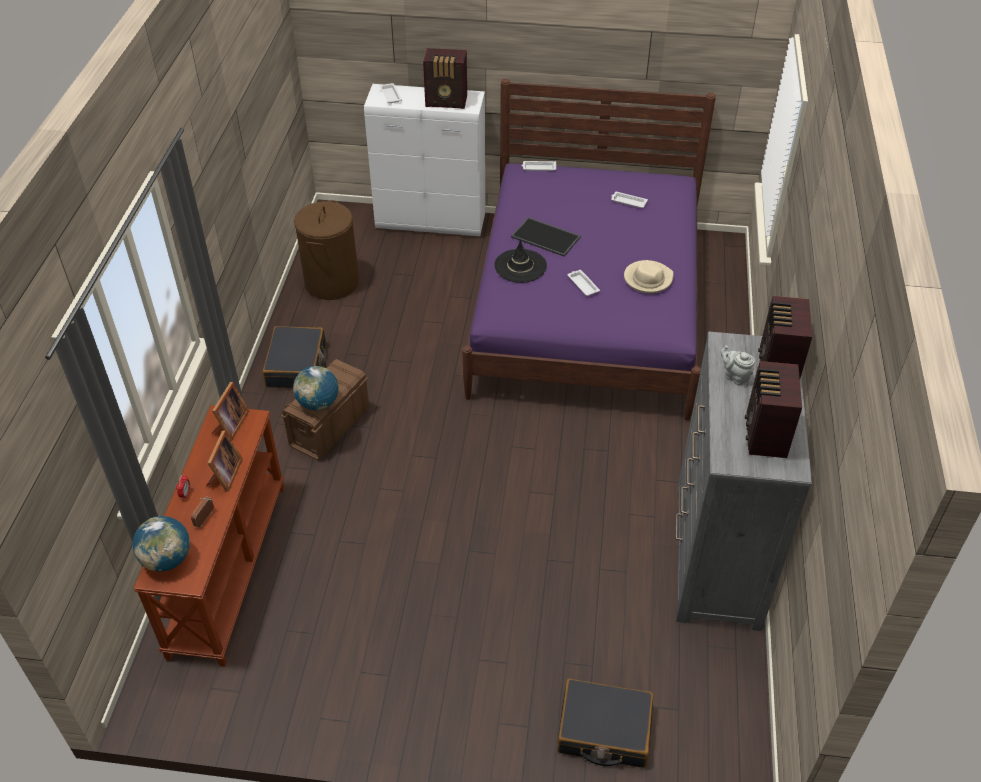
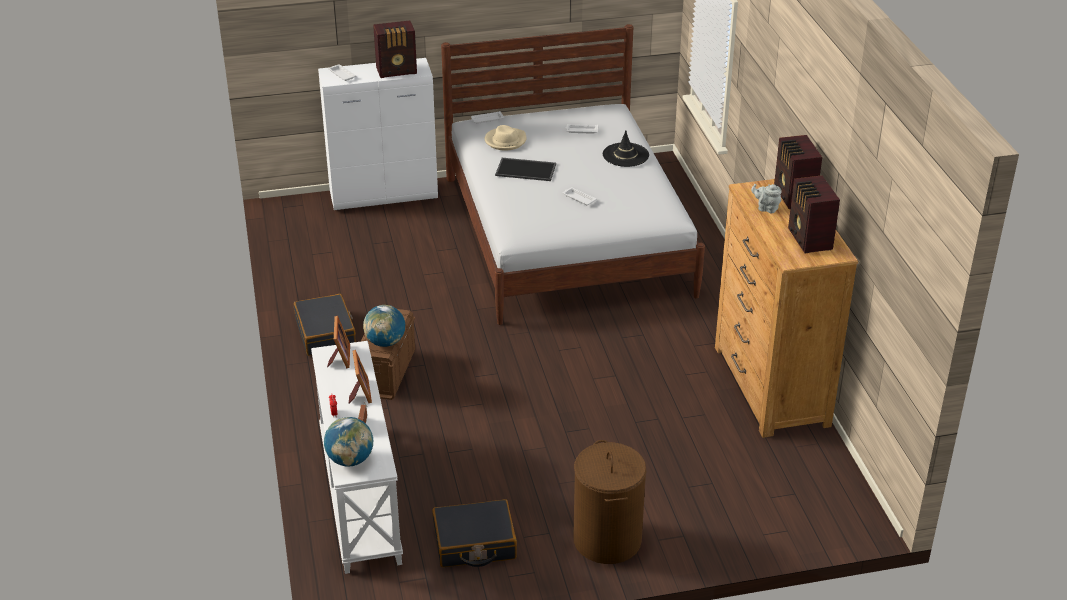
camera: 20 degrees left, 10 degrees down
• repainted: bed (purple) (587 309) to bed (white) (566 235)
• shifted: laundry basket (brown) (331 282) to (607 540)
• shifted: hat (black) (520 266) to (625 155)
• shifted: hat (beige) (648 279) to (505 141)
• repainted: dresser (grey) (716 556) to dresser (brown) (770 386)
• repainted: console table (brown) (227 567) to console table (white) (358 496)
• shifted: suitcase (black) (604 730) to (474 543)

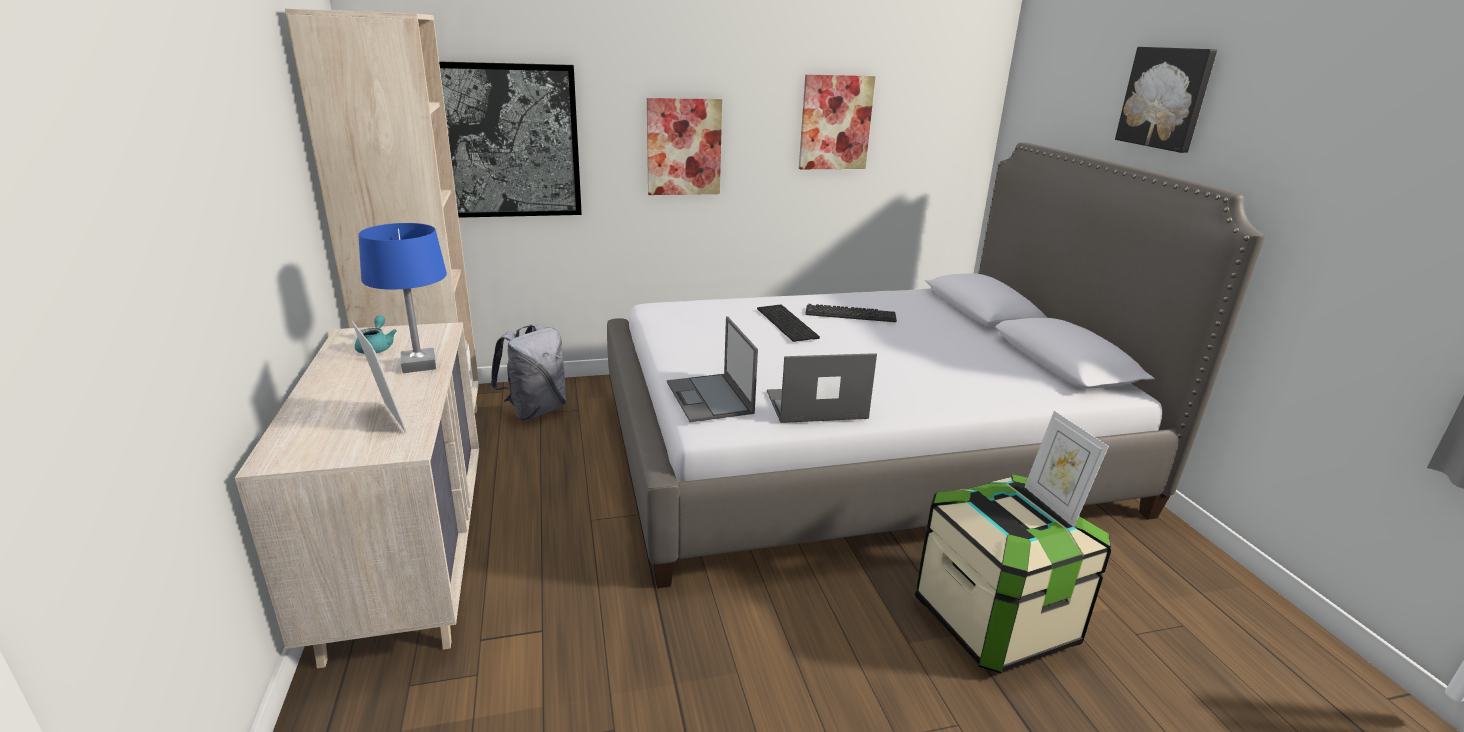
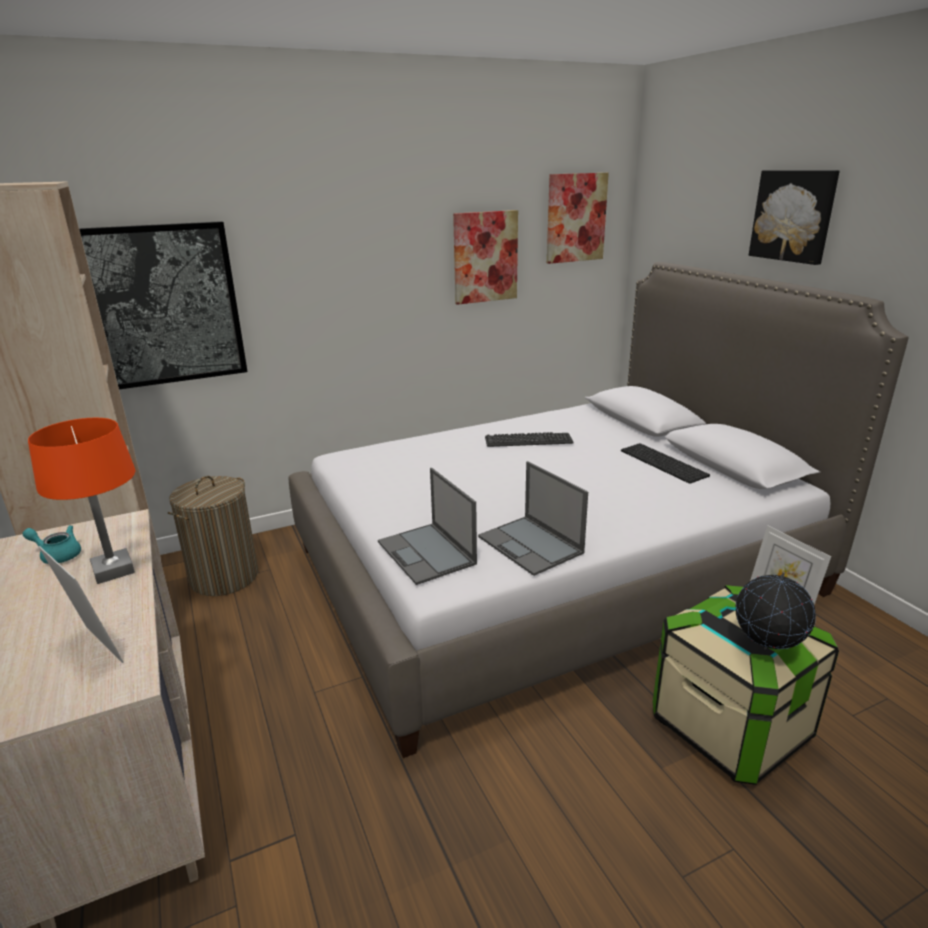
camera: 10 degrees left, 0 degrees up
• shifted: picture (684 147) to (576 218)
• repainted: table lamp (blue) (418 365) to table lamp (orange) (113 571)
• shifted: keyboard (788 323) to (665 463)
• rotated: teapot (turquoise) (376 347) = (57 555) 60 degrees counterclockwise
• swapped: backpack (grey) (535 410) to laundry basket (224 577)
• rotated: laptop (815 405) = (531 545) 105 degrees counterclockwise
• new: globe (766 648)

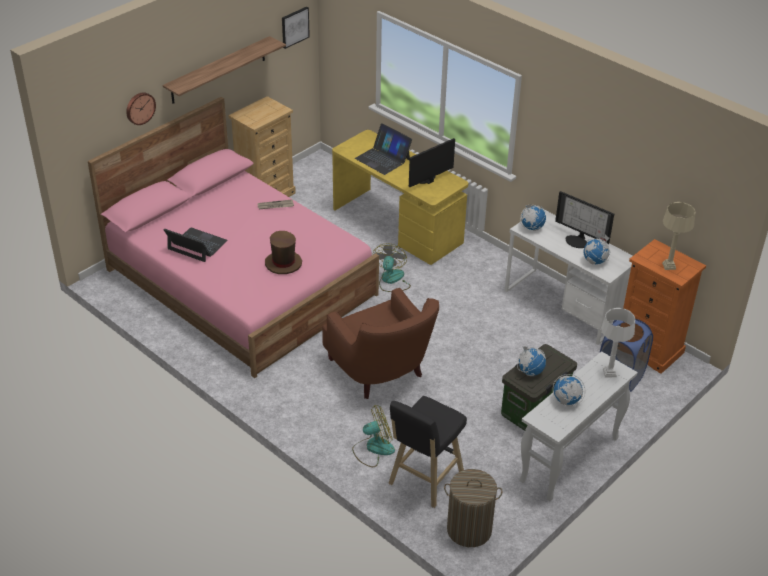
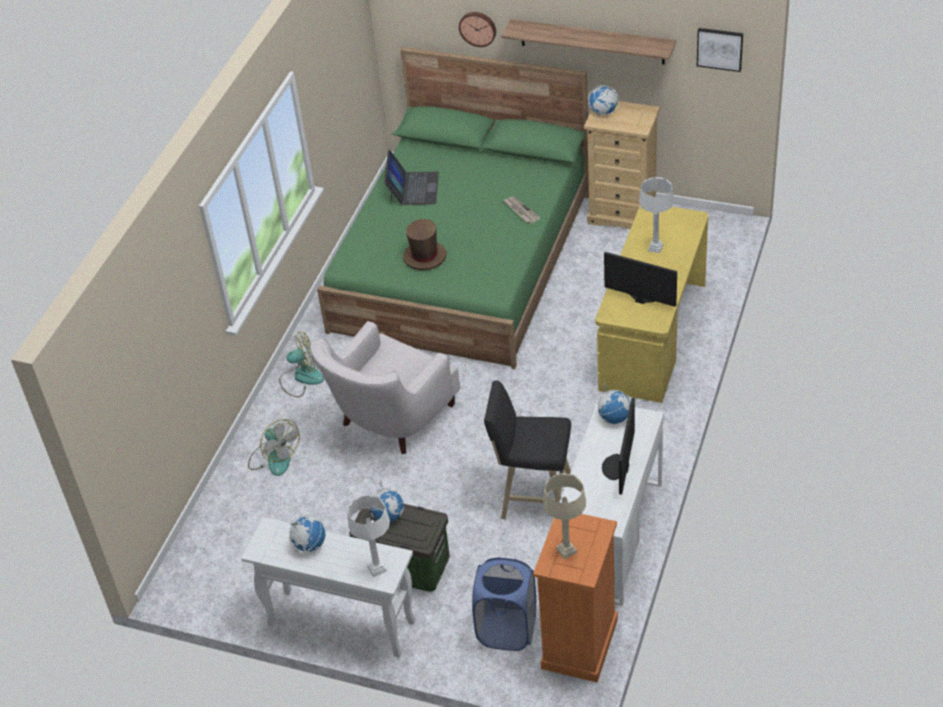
camera: 70 degrees right, 5 degrees up
• repainted: bed (pink) (241 281) to bed (green) (463 261)
• swapped: laptop (383 159) to table lamp (grey) (655 247)
• shifted: globe (595 261) to (603 112)
• shifted: fan (391 280) to (301 378)
• repainted: armchair (brown) (380 371) to armchair (white) (391 419)
• shifted: stool (black) (424 480) to (533 497)
• gone: laundry basket (469 530)

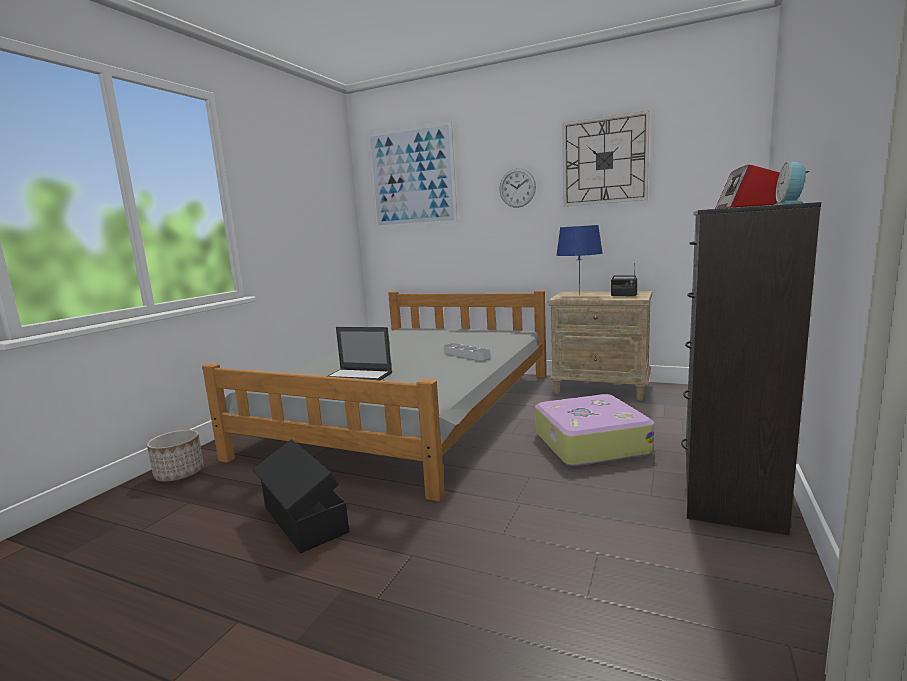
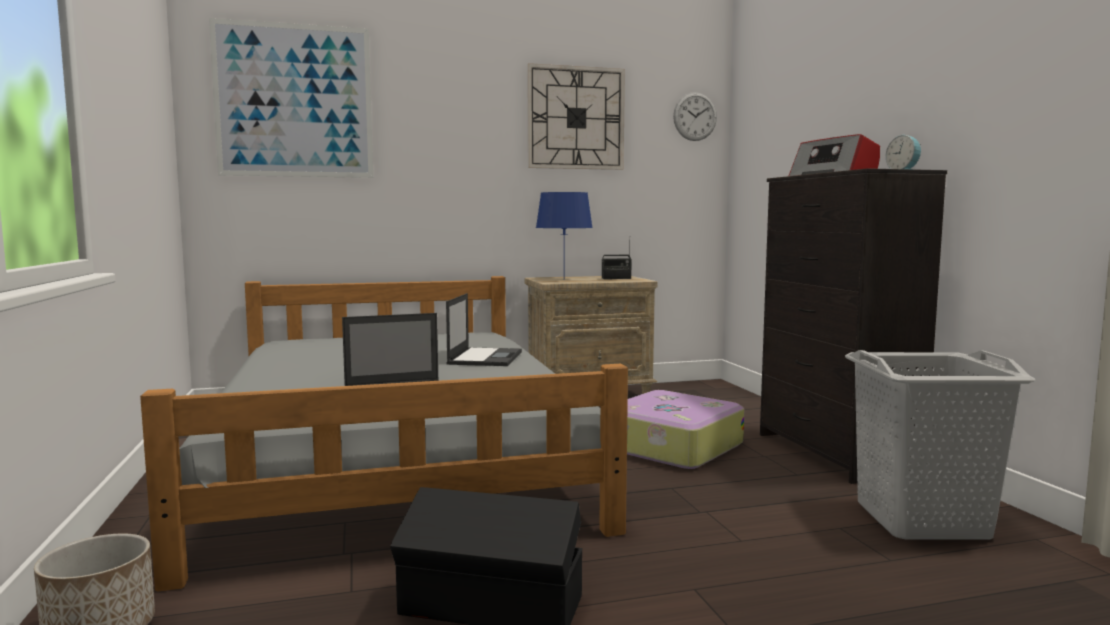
camera: 40 degrees left, 5 degrees down
• shifted: wall clock (517 188) to (695 116)
• swapped: tray (grey) (466 354) to laptop (485 357)
• new: laundry basket (grey) (923 521)

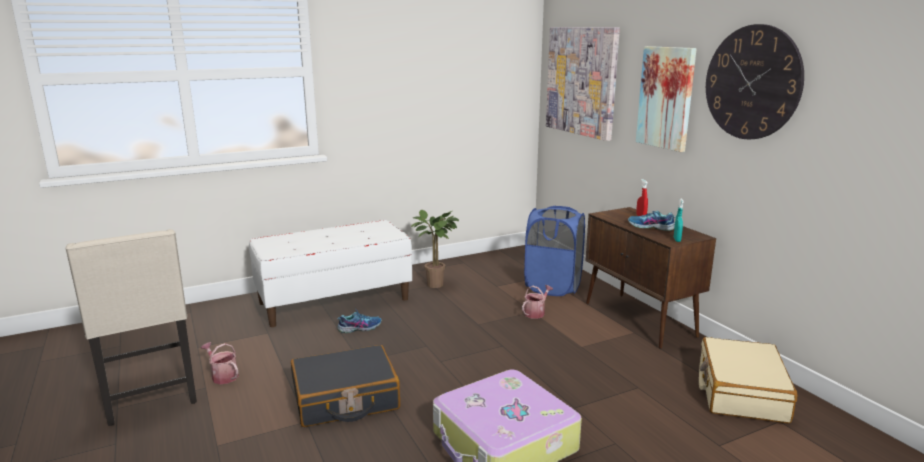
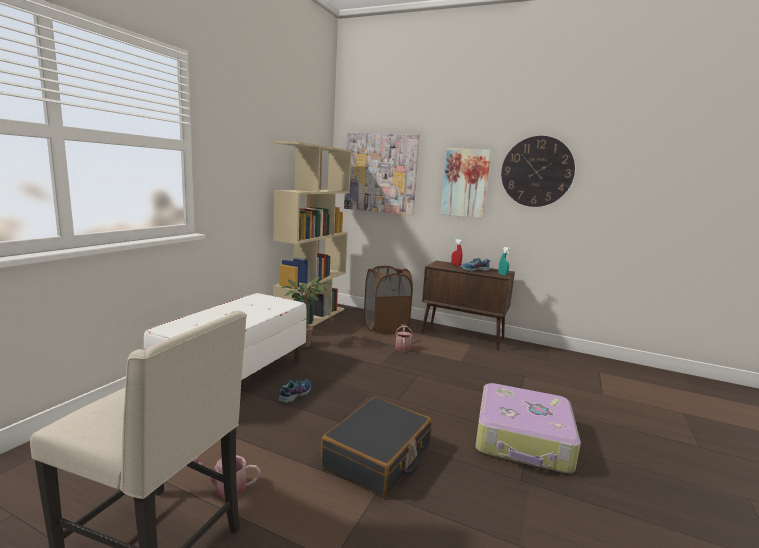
camera: 40 degrees left, 5 degrees down
• repainted: laundry basket (blue) (553 286) to laundry basket (brown) (385 327)
• gone: suitcase (beige) (740 392)
• new: bookcase (beige) (311 318)

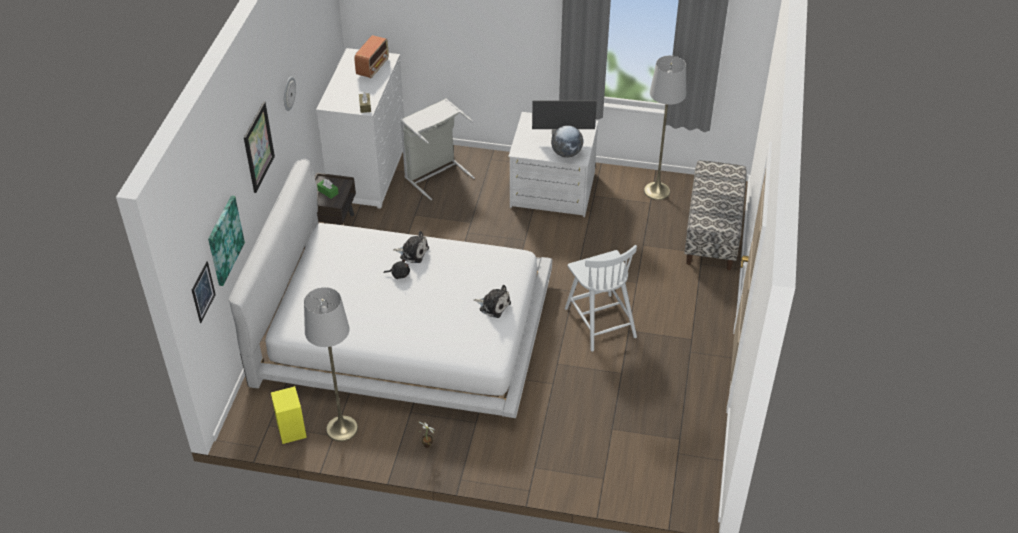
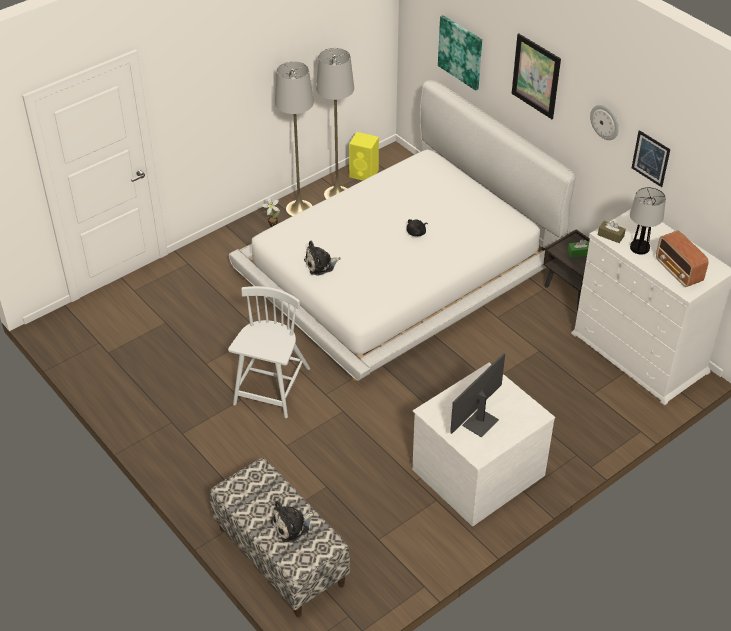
camera: 130 degrees right, 0 degrees up
• shifted: floor lamp (grey) (657 191) to (299 209)
• gone: laundry basket (grey) (435 174)
• gone: globe (566 153)
• shifted: plush toy (412 252) to (292 525)
• rotated: chair (white) (599 321) = (272 388) 90 degrees clockwise
• shifted: picture (203 292) to (650 158)
• new: table lamp (639 248)

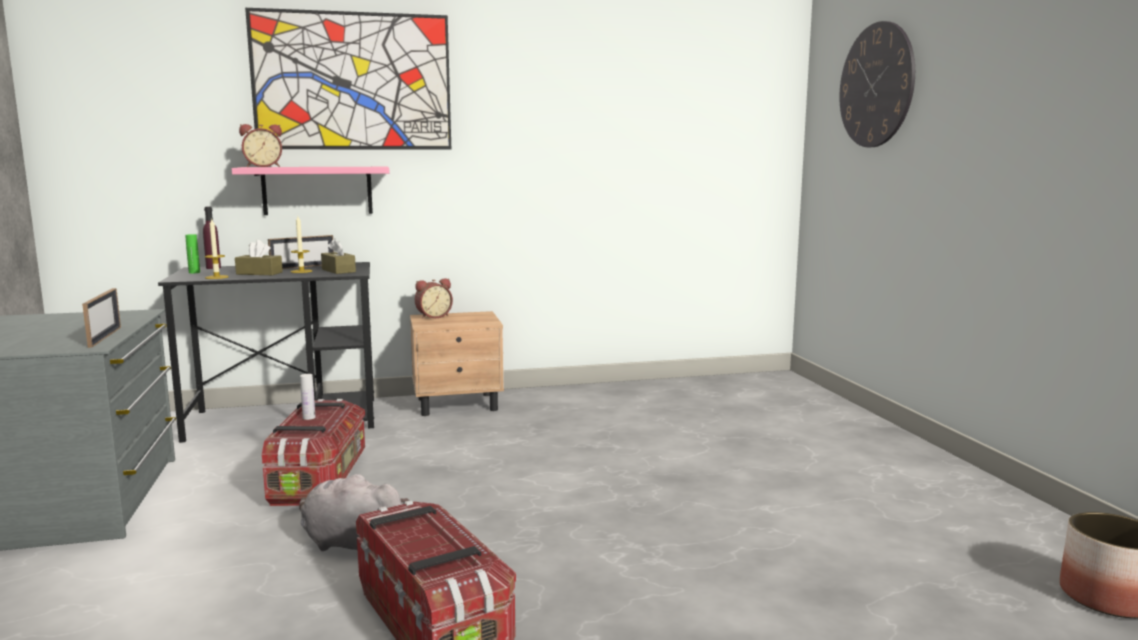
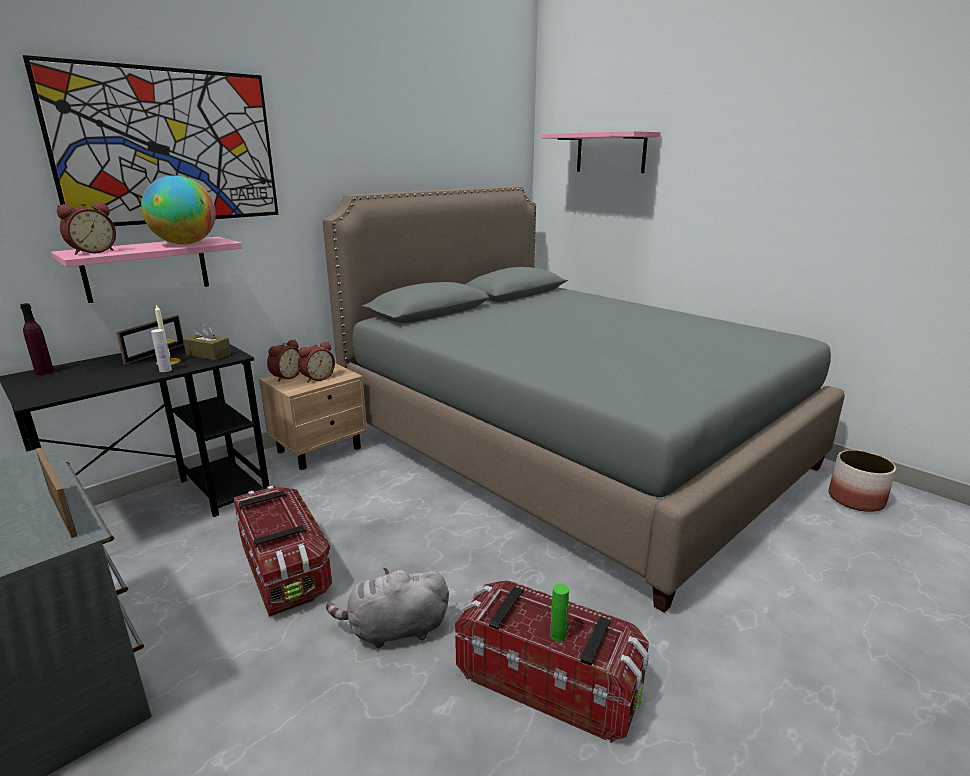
camera: 30 degrees left, 10 degrees up
• swapped: wall clock (876 85) to shelf (pink) (610 153)
• gone: candle (216 277)
• shifted: bottle (green) (194 272) to (558 635)
• gone: tissue box (brown) (259 273)
• shifted: bottle (white) (309 417) to (165 370)
• new: globe (185 244)
• new: bed (grey) (567 446)
• new: alarm clock (317 378)

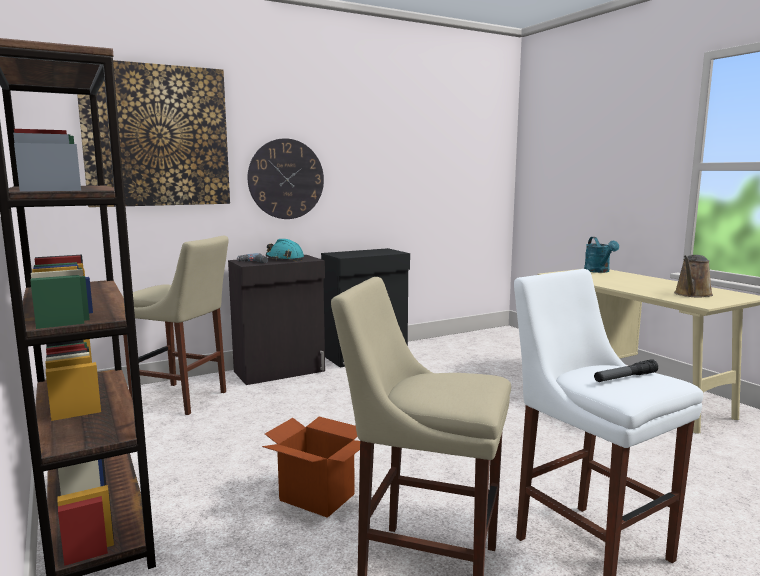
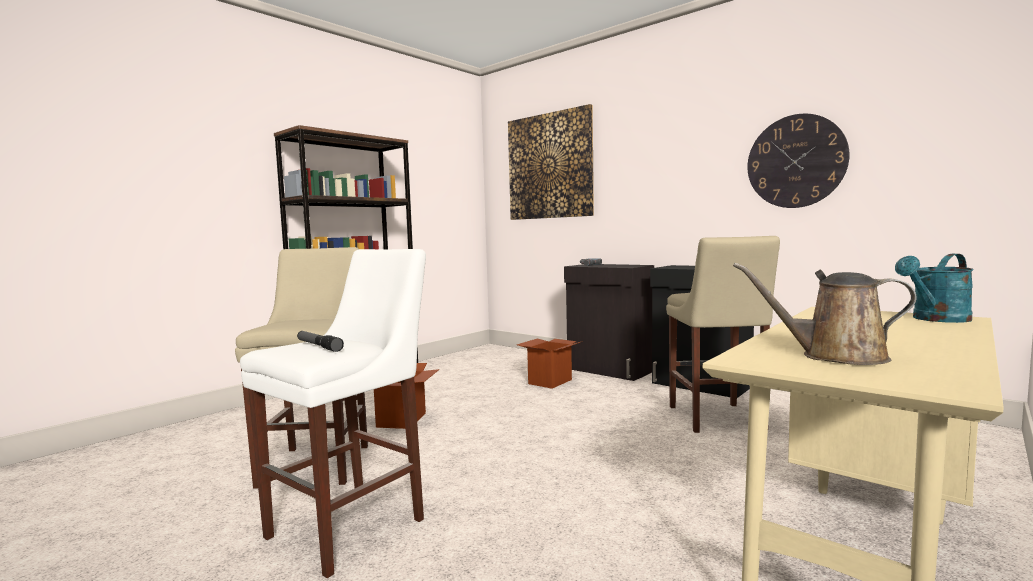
camera: 70 degrees right, 5 degrees down
• shifted: wall clock (286 179) to (796 161)
• shifted: stool (beige) (183 399) to (717 419)
• gone: hard hat (turquoise) (284 259)
• new: cardboard box (550 381)

